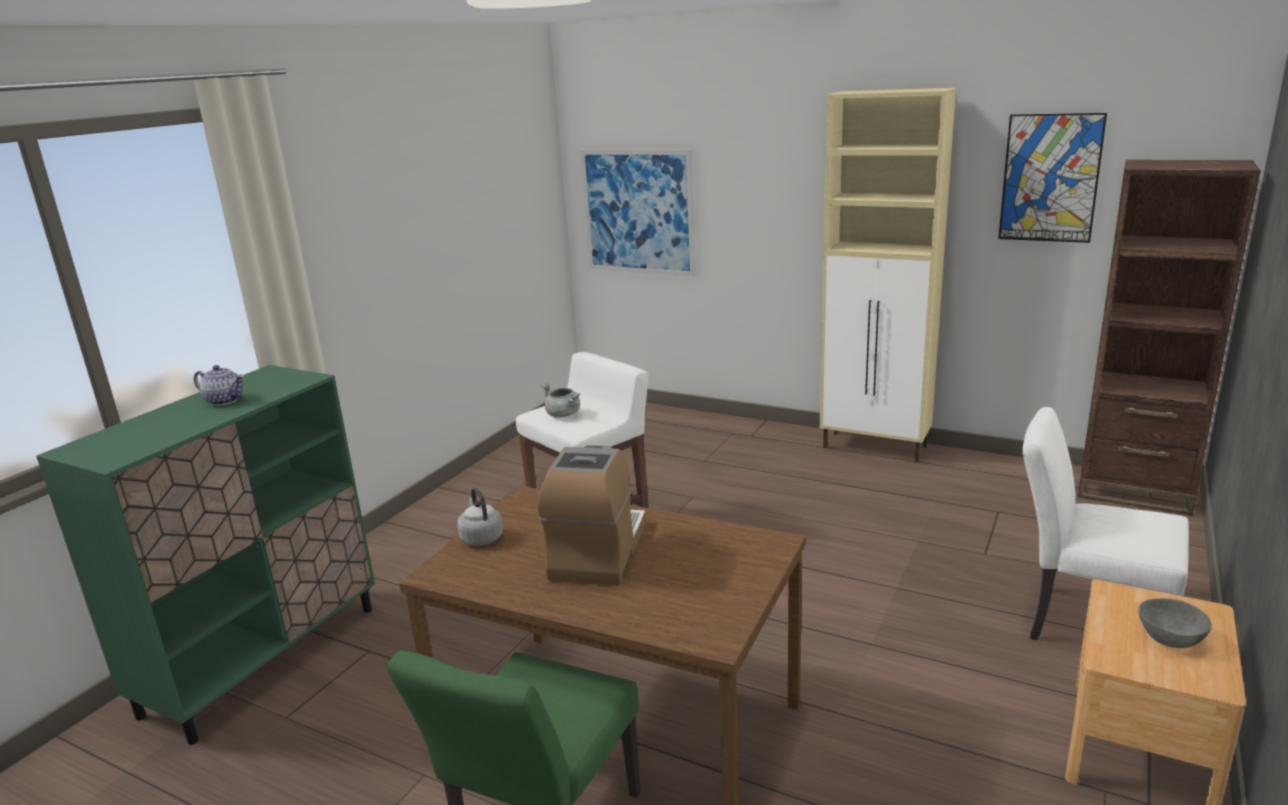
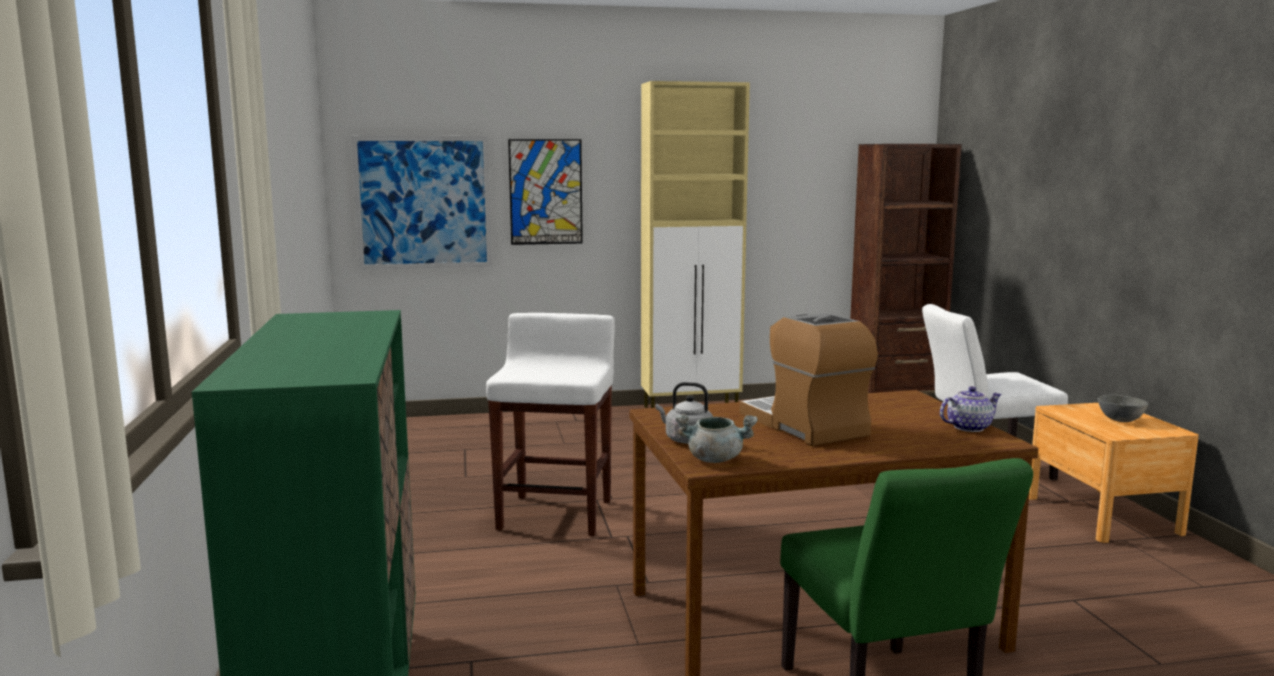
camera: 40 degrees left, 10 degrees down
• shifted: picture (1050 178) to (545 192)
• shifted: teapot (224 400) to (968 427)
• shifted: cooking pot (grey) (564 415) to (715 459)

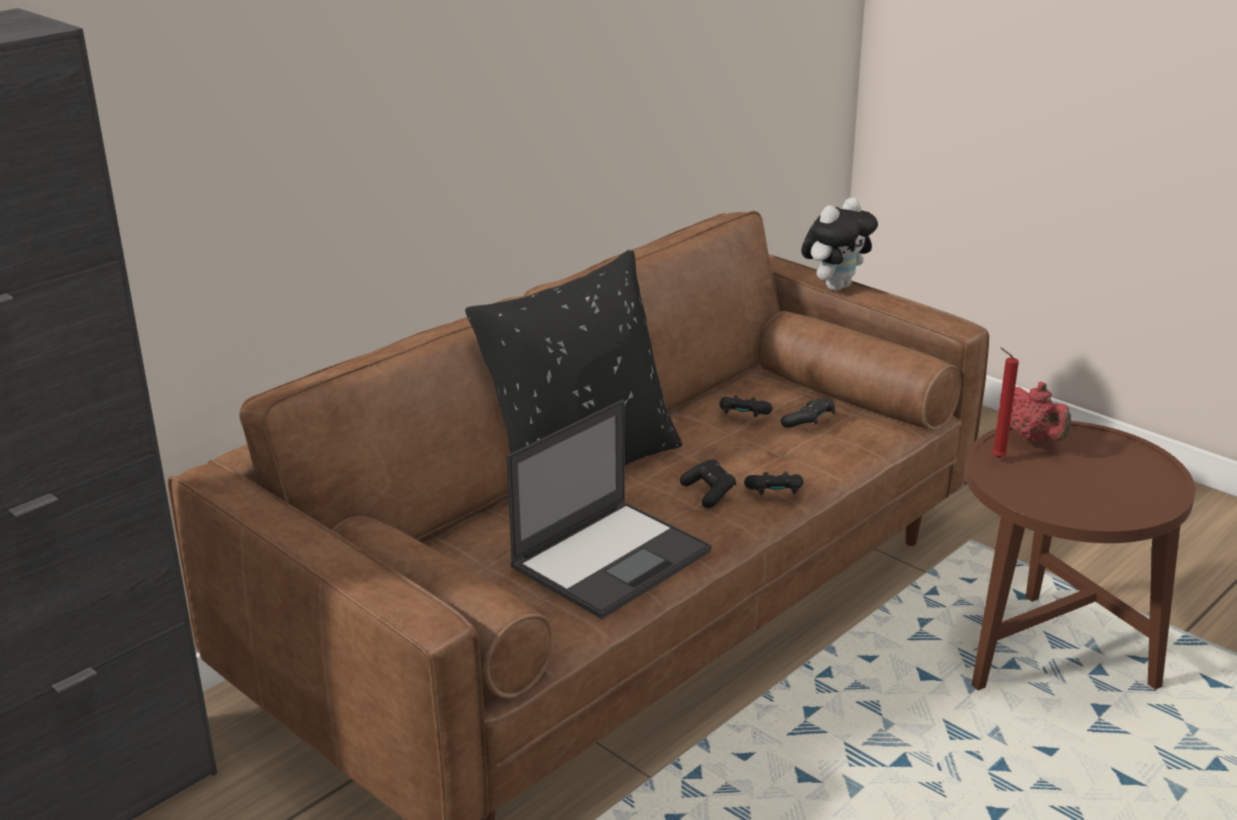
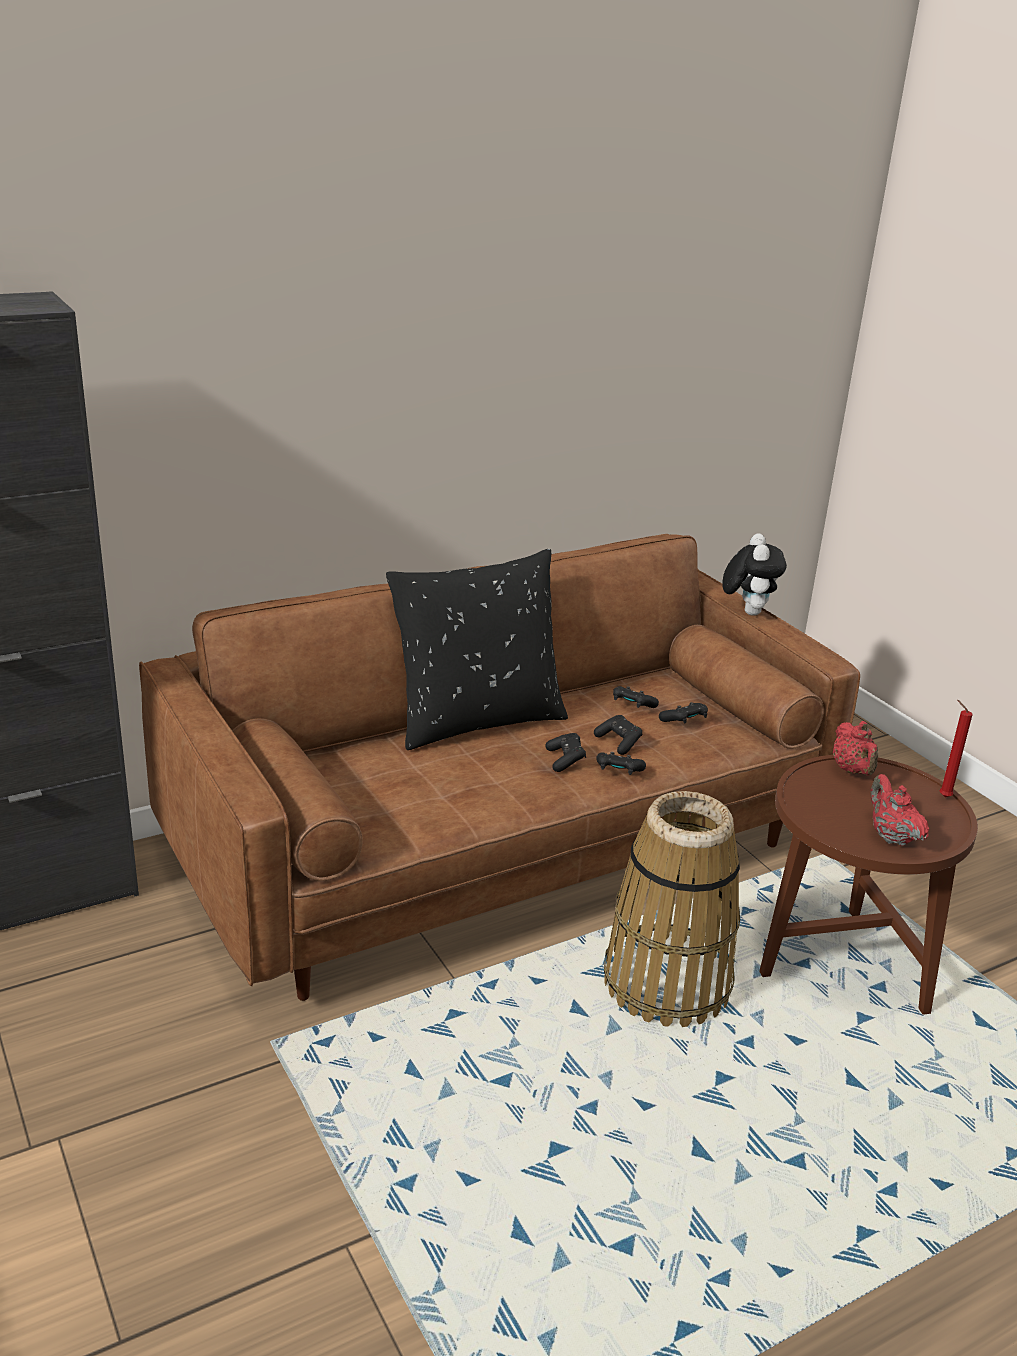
camera: 15 degrees right, 0 degrees up
• rotated: plush toy (835 286) = (747 611) 60 degrees counterclockwise
• shifted: candle (red) (996 457) to (942 796)
• gone: laptop (612 558)
• new: game controller (black) (619 742)
• new: teapot (red) (891 836)
• new: basket (666 982)

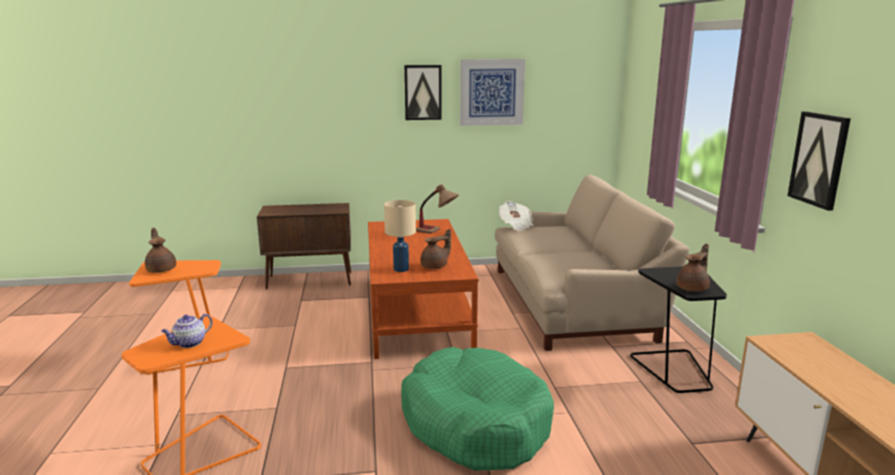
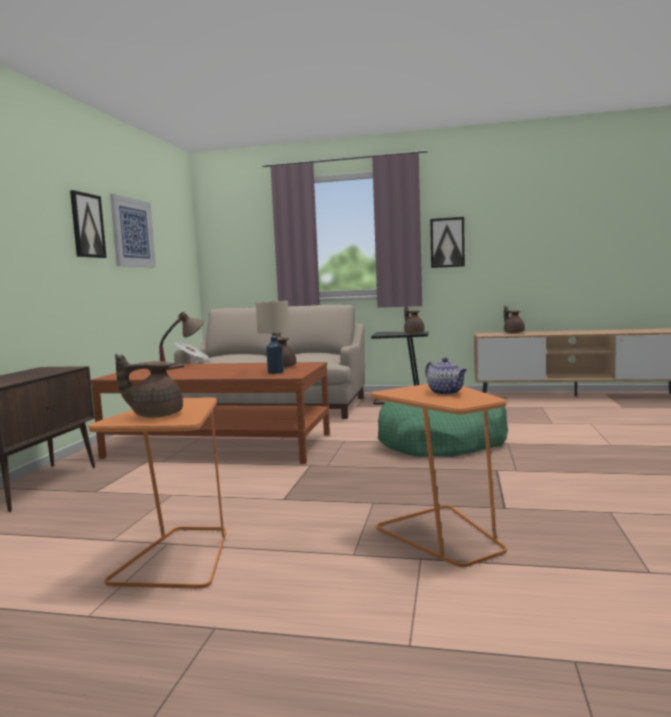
camera: 70 degrees left, 10 degrees down
• new: teapot (brown) (513 333)

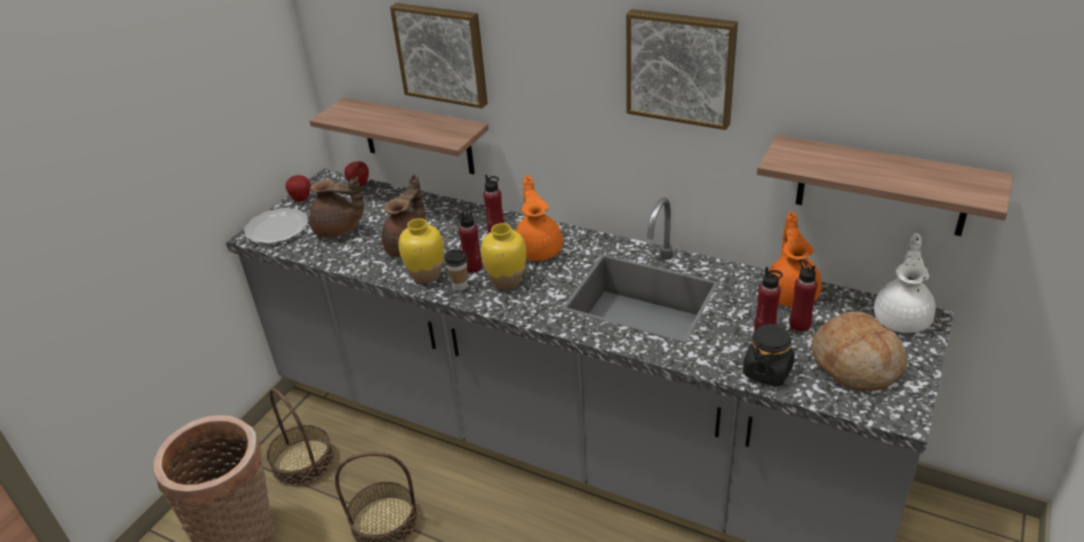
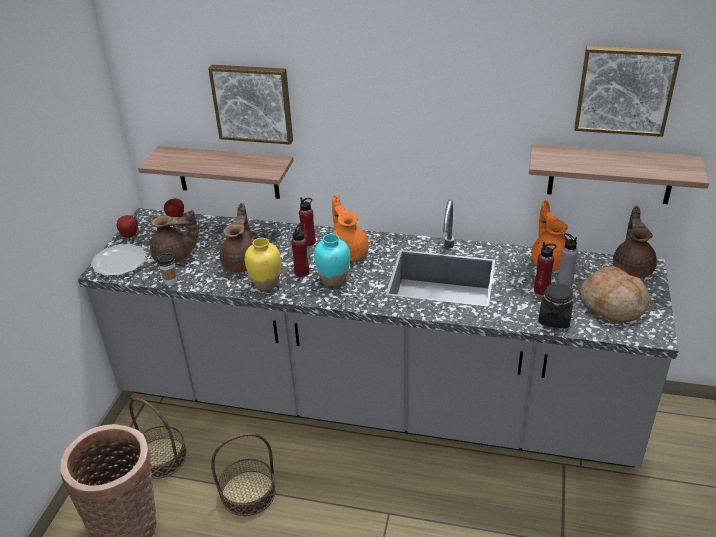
camera: 15 degrees left, 0 degrees up
• shifted: picture (681 67) to (625 89)
• repainted: vase (yellow) (507 281) to vase (turquoise) (334 280)
• repainted: teapot (white) (902 317) to teapot (brown) (632 268)
• shifted: cup (459 286) to (170 282)
• repainted: bottle (red) (799 325) to bottle (grey) (564 282)

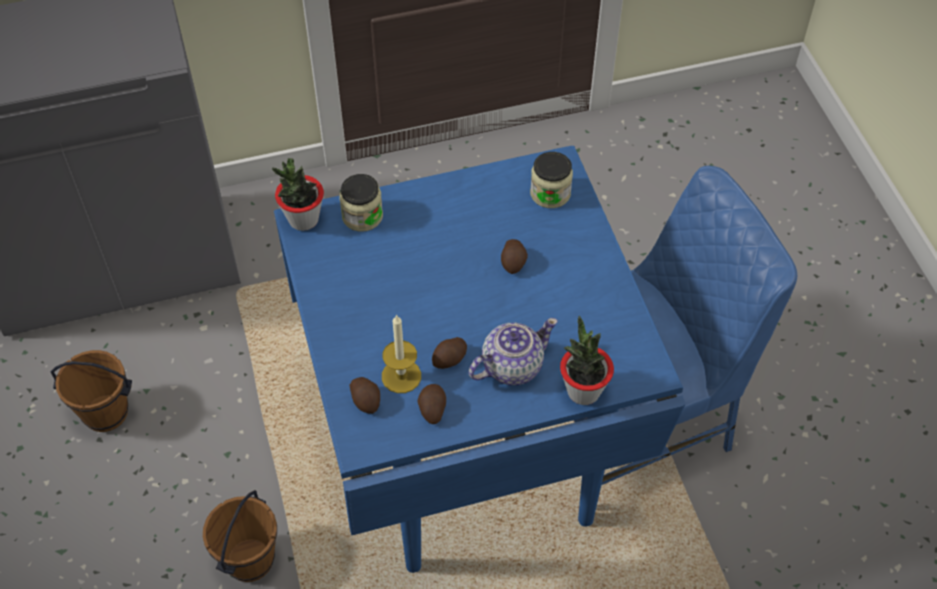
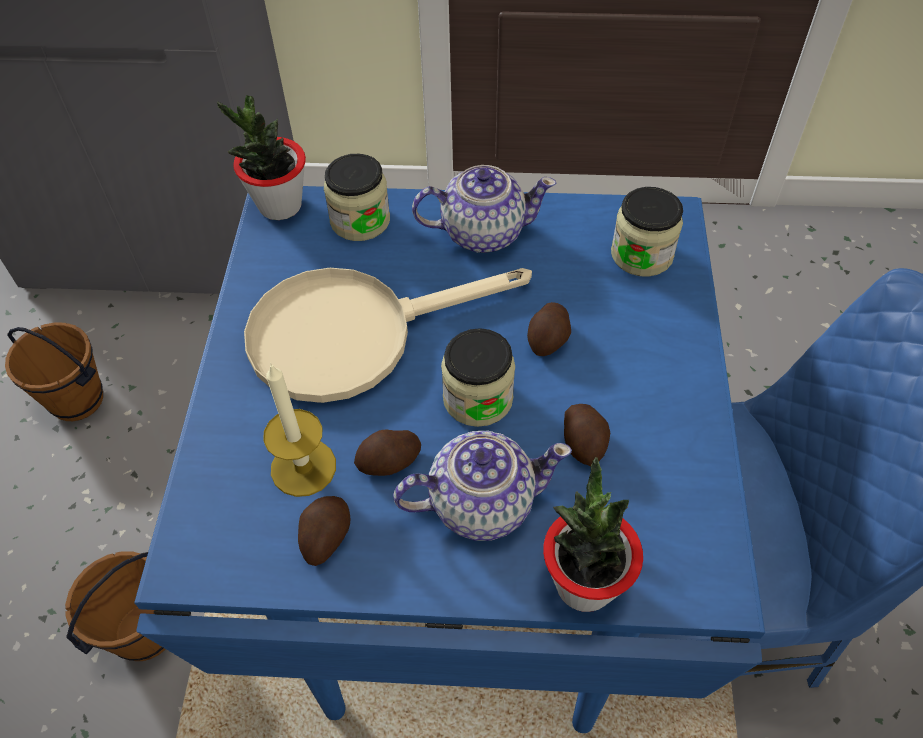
camera: 20 degrees right, 0 degrees up
• shifted: potato (366 400) to (584 442)
• new: teapot (482 232)
• new: frying pan (beige) (353 333)
• new: jar (478 398)

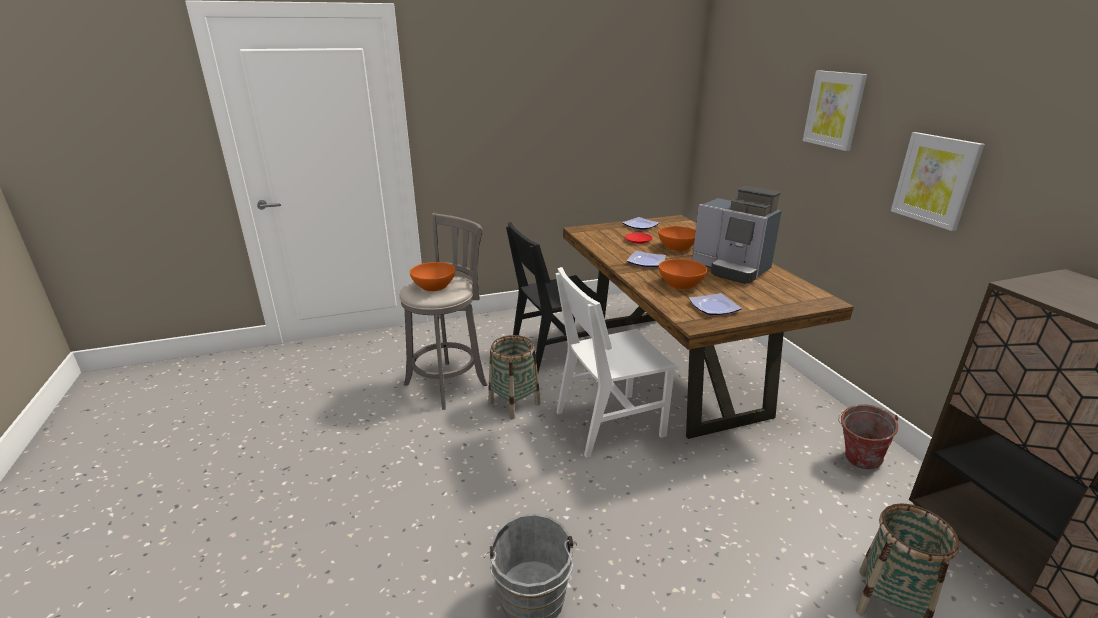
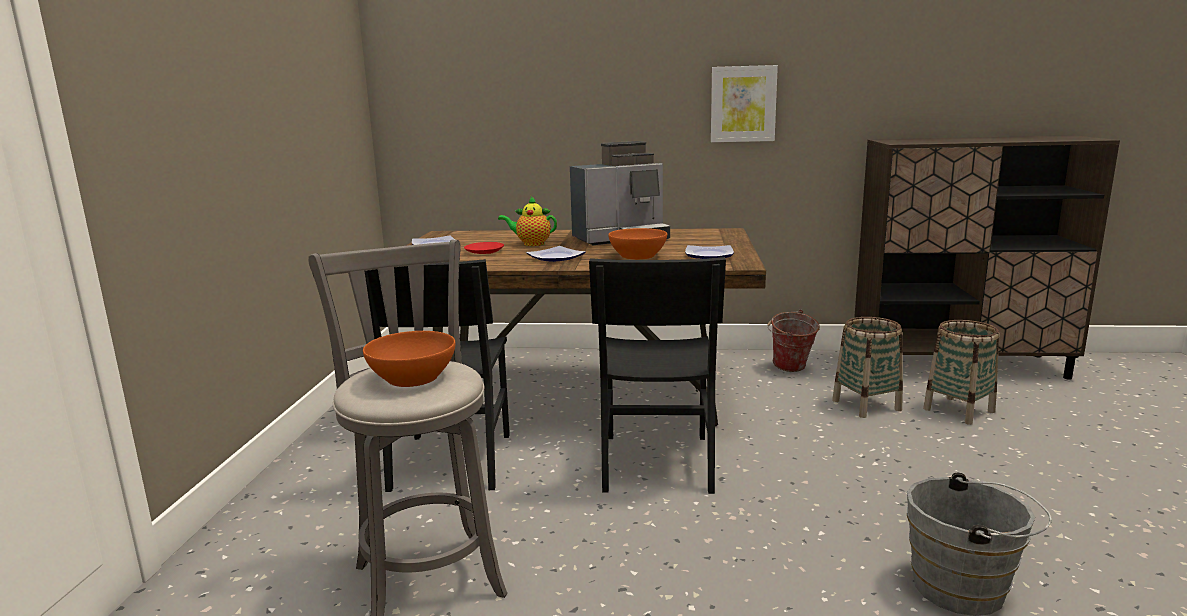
camera: 65 degrees left, 10 degrees down
• gone: picture (834 109)
• swapped: bowl (orange) (677 247) to teapot (531 244)
• repainted: chair (white) (609 423) to chair (black) (656 462)
• shifted: basket (514 403) to (866 405)

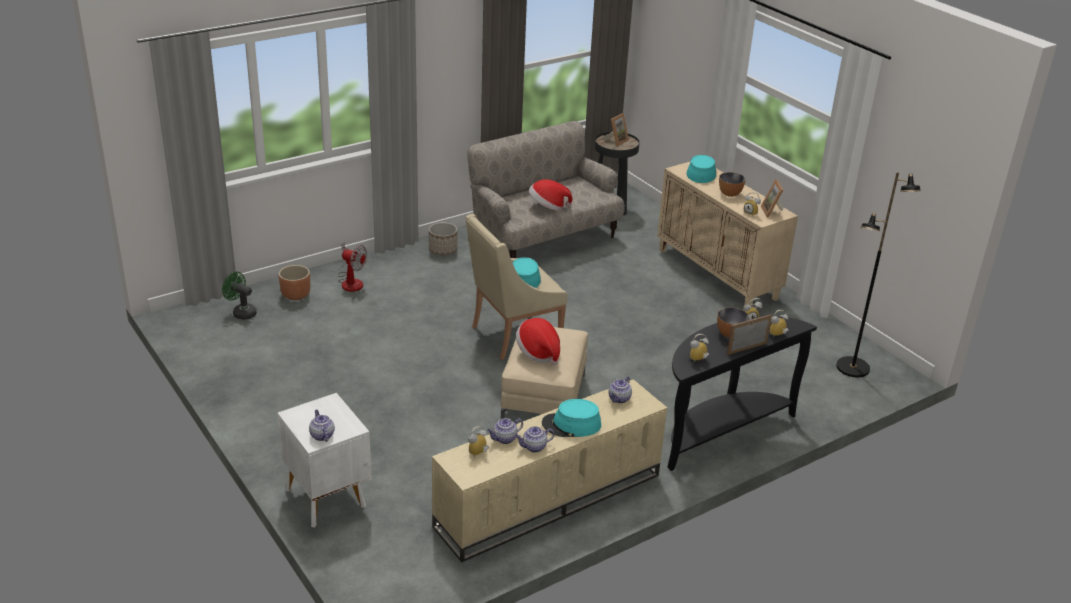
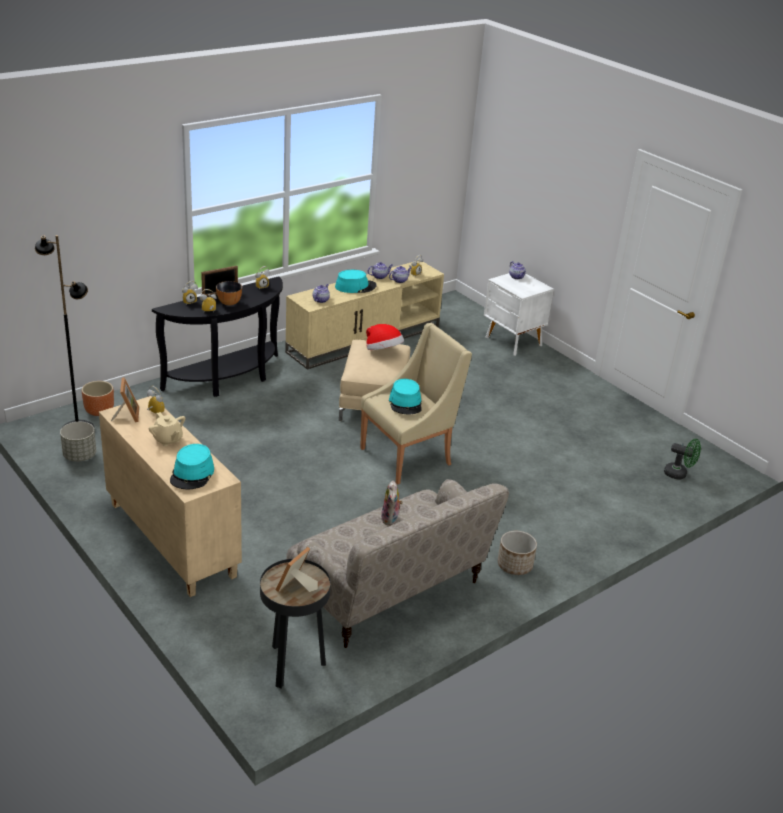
camera: 175 degrees right, 0 degrees up
• swapped: bowl (730 194) to teapot (beige) (167 439)
• swapped: hat (548 207) to plush toy (391 519)
• gone: fan (351 281)
• shifted: planter (brown) (295 295) to (99 411)
• new: planter (grey) (79 456)

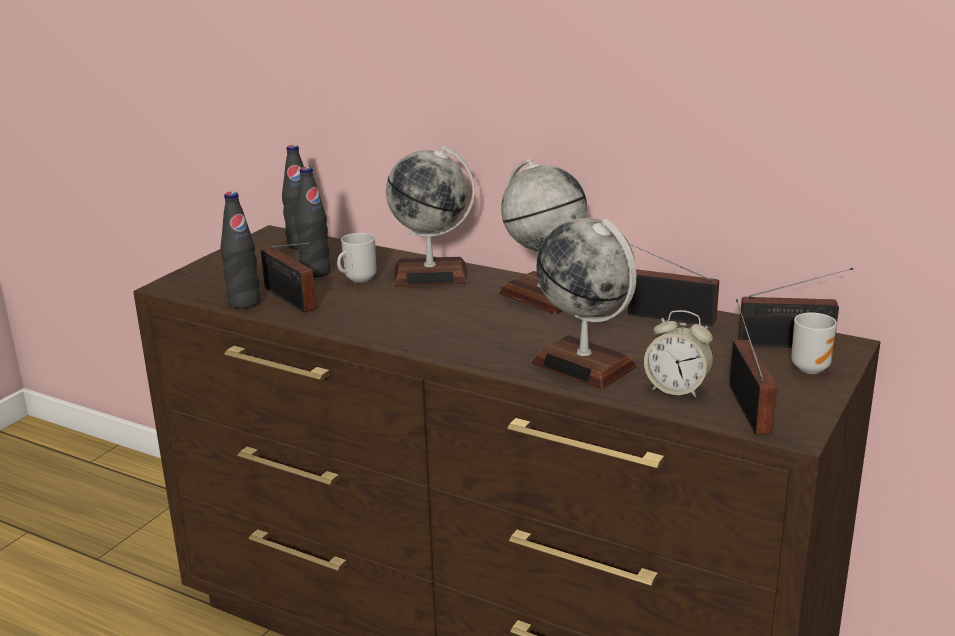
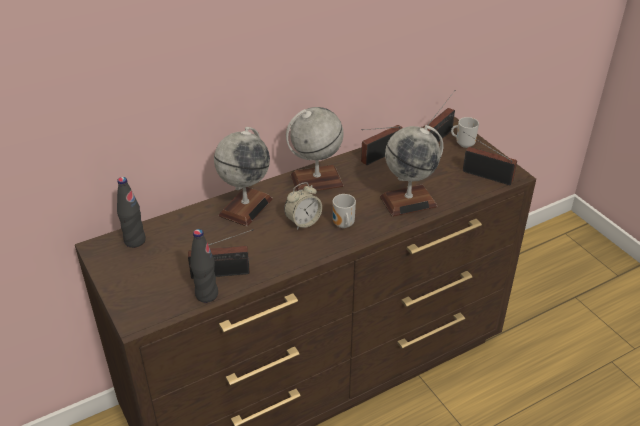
camera: 60 degrees left, 15 degrees up
• gone: bottle (black) (315 272)
• shifted: mug (357 280) to (342 225)
• shifted: alarm clock (677 389) to (303 222)

